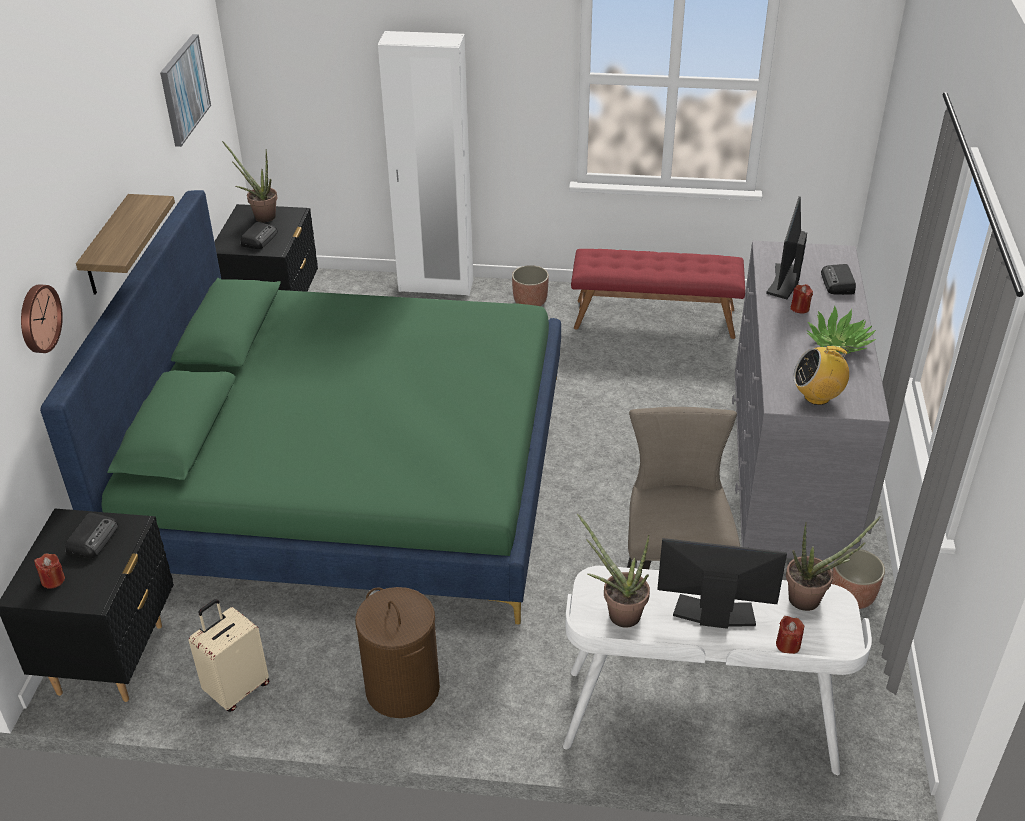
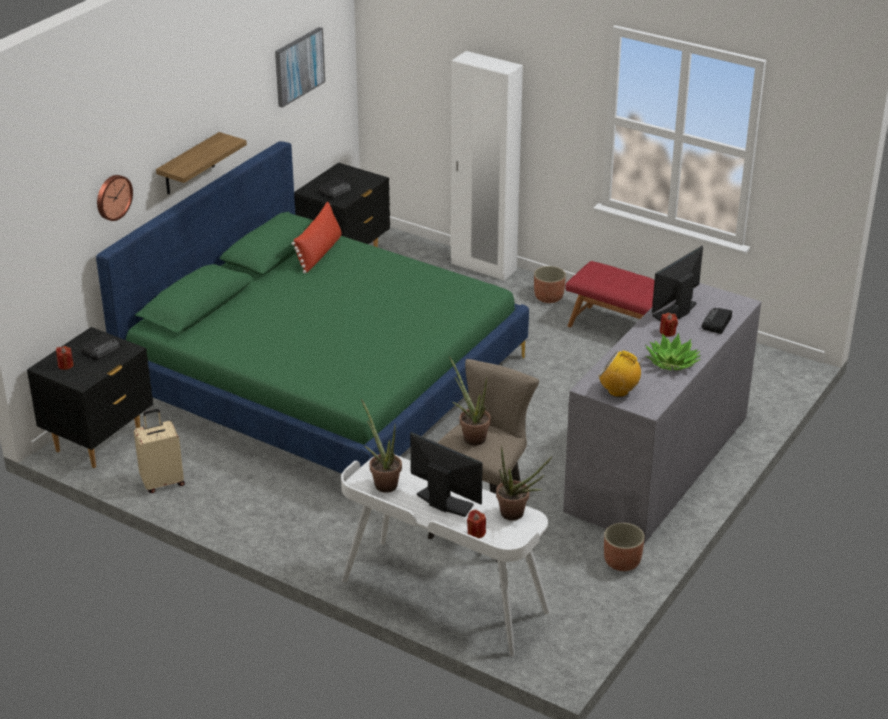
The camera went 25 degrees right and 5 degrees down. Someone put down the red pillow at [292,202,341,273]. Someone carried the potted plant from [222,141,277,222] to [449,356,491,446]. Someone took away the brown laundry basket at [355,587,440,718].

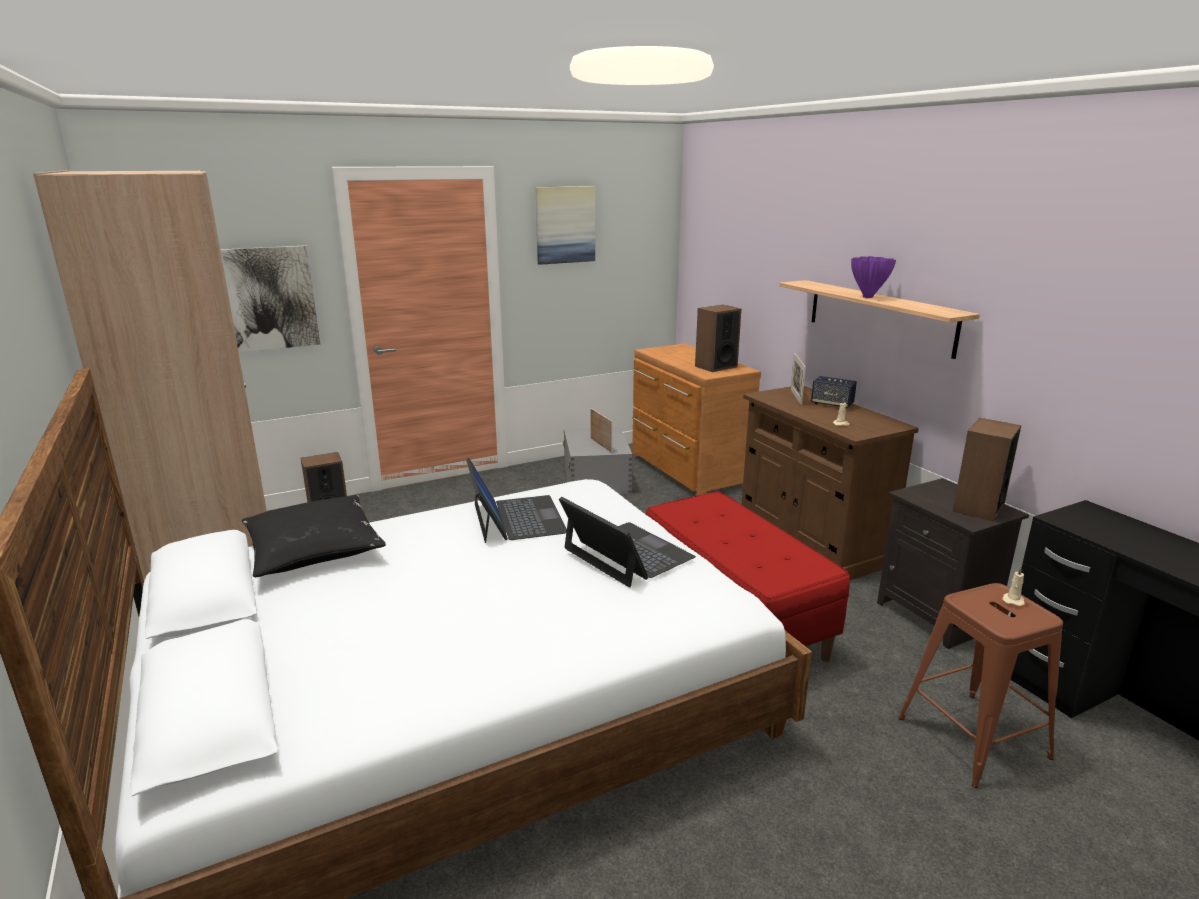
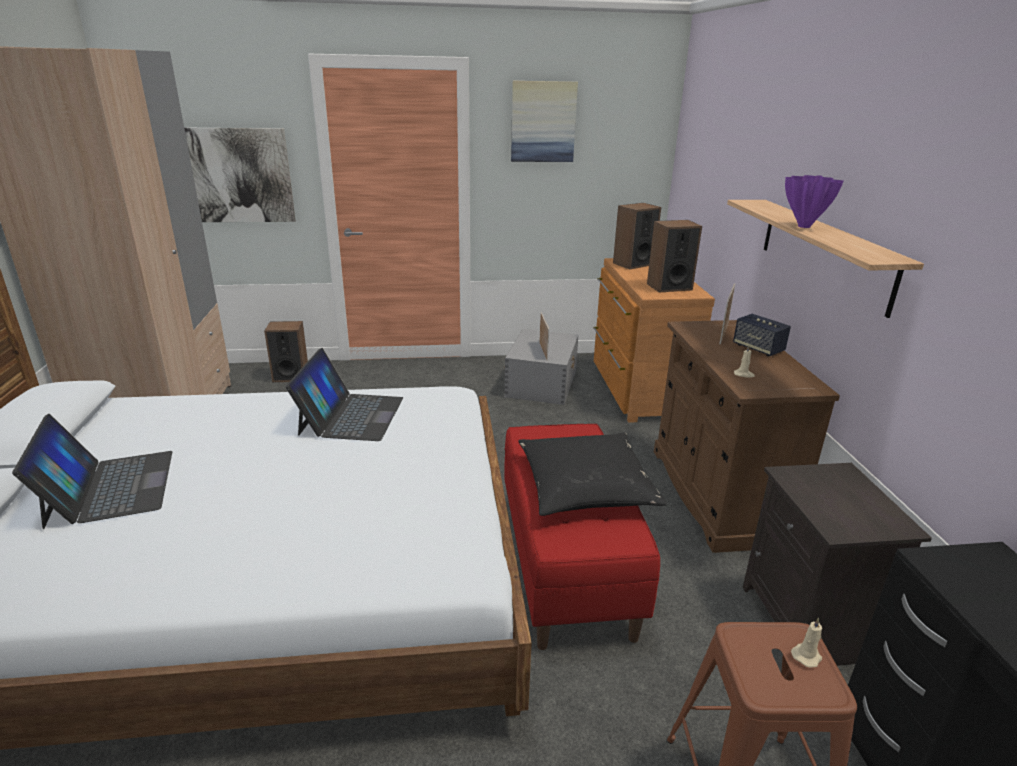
The camera went 20 degrees right and 5 degrees up. Someone carried the laptop from [559,497,696,587] to [12,414,172,529]. Someone carried the black pillow from [242,495,386,577] to [519,432,667,516]. Someone carried the speaker from [953,418,1021,522] to [613,203,661,269].

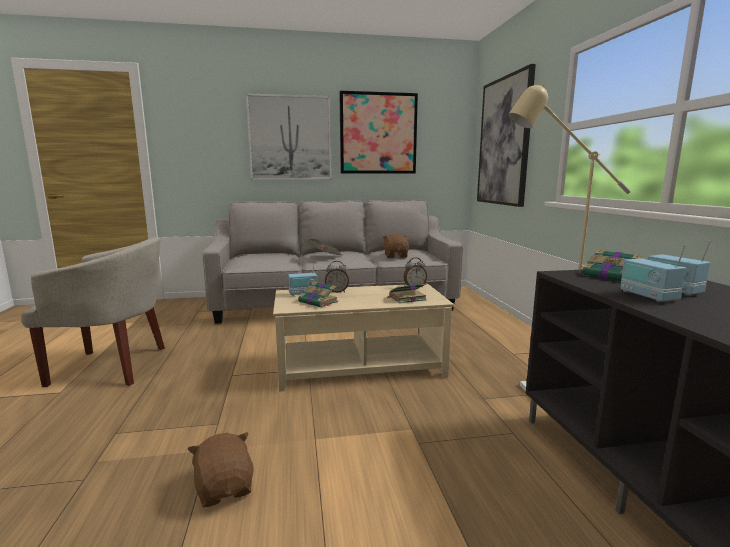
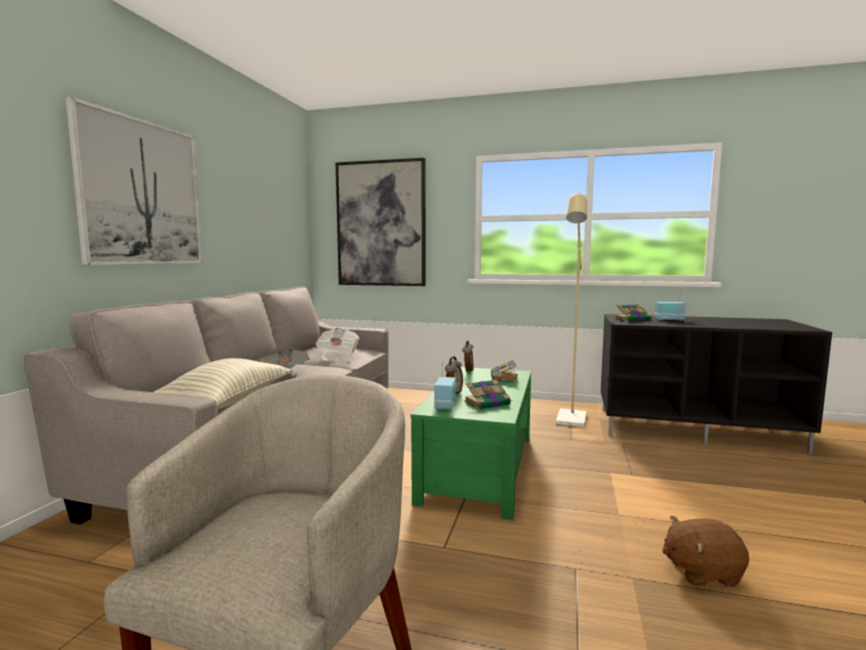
The camera went 65 degrees left and 5 degrees down. Someone put down the pillow at [154,358,291,409]. Someone swapped the brown plush toy at [382,234,409,258] for the newspaper at [315,327,359,361]. Someone repainted the beige coffee table at [273,284,454,392], which became the green coffee table at [410,367,531,520]. Someone took away the picture at [339,91,418,174]. Someone took away the radio at [620,244,686,303].

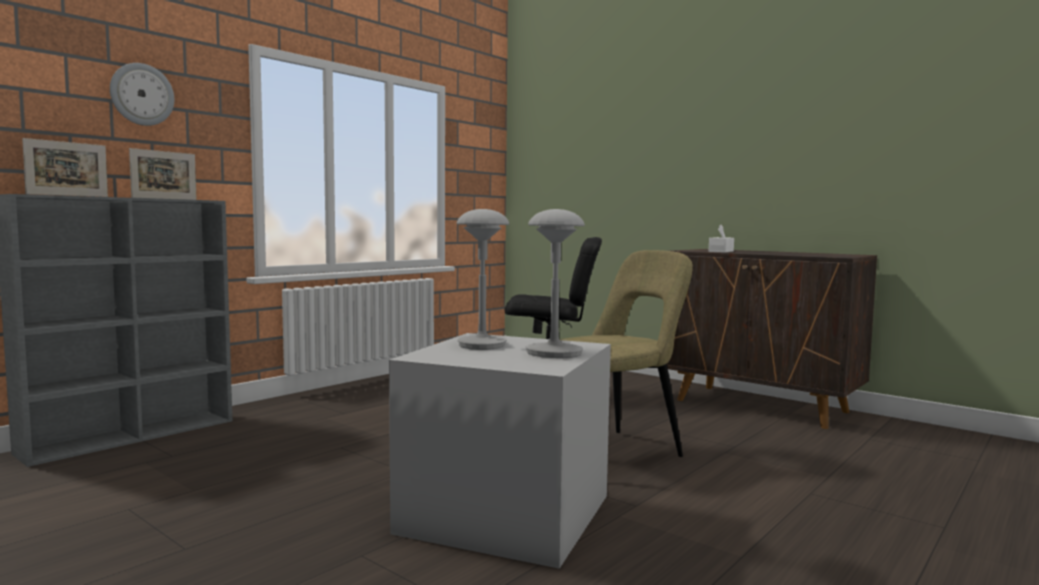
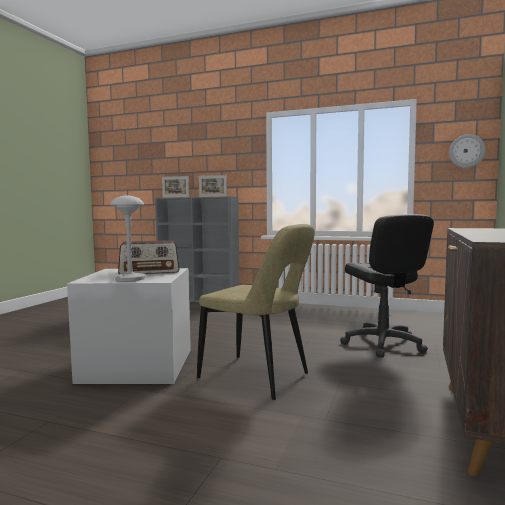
The camera went 70 degrees right and 0 degrees up. Someone swapped the grey table lamp at [457,209,509,350] for the radio at [118,240,179,274]. Someone carried the wall clock from [110,63,174,126] to [449,134,486,168]. Someone took away the white tissue box at [709,225,734,252].

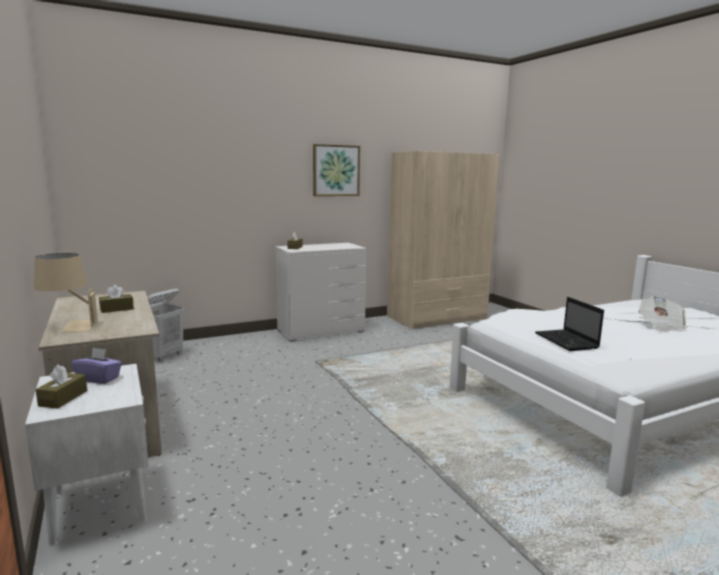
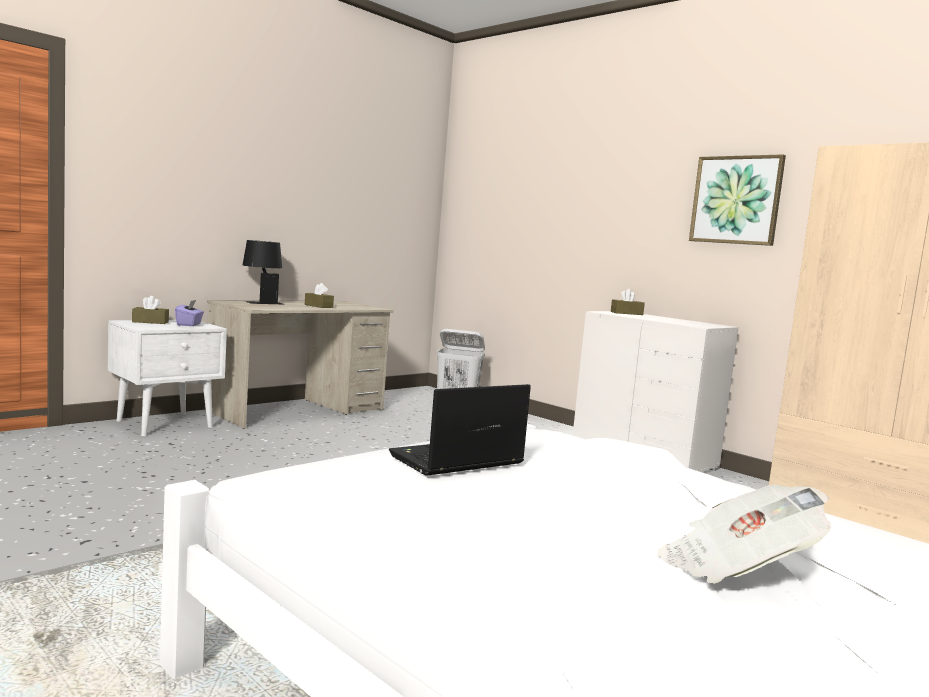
The camera went 70 degrees right and 5 degrees down. Someone repainted the beige table lamp at [34,253,98,332], which became the black table lamp at [242,240,282,304].

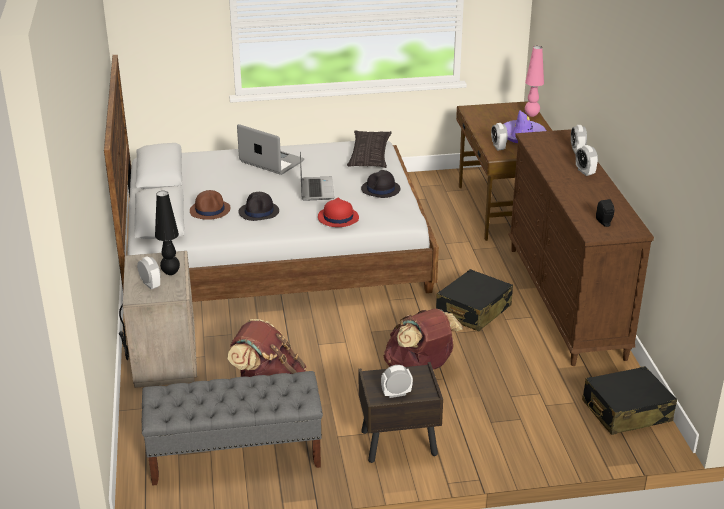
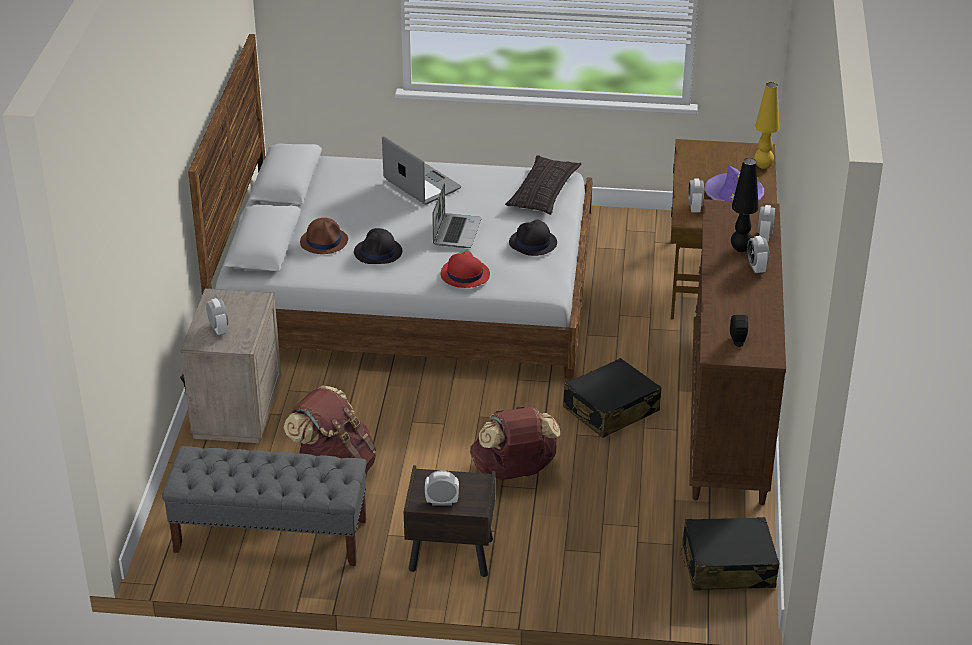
The camera went 15 degrees right and 5 degrees up. Someone carried the black table lamp from [155,191,180,275] to [731,158,759,252]. Someone repainted the pink table lamp at [525,46,544,117], which became the yellow table lamp at [754,82,779,169].

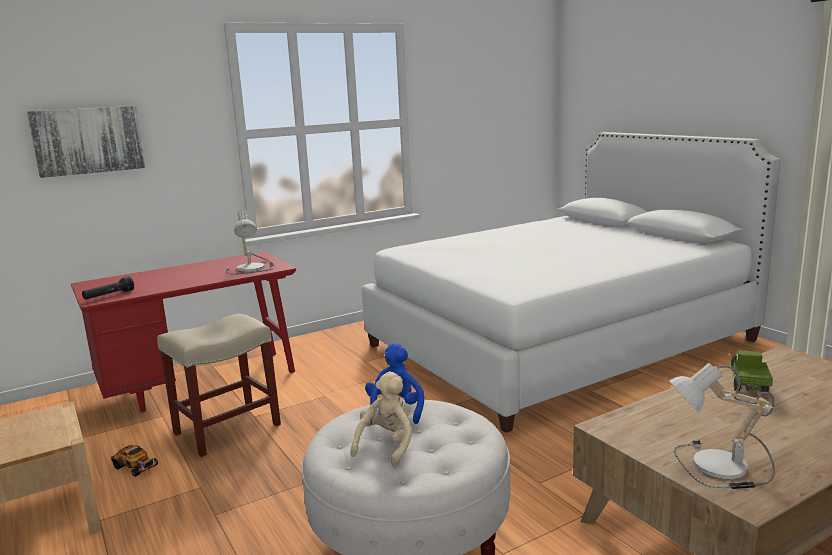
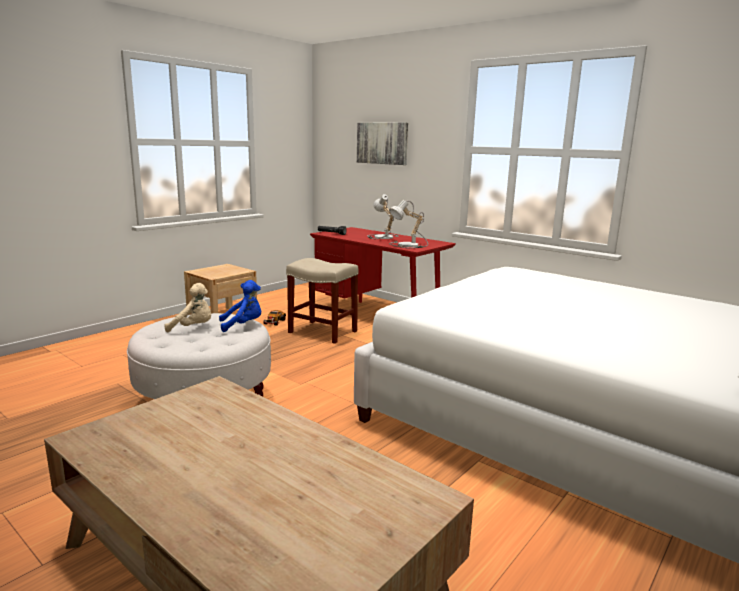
The camera went 70 degrees right and 0 degrees up. Someone carried the table lamp from [669,363,775,489] to [367,194,399,239]. Someone took away the toy truck at [730,351,773,392].

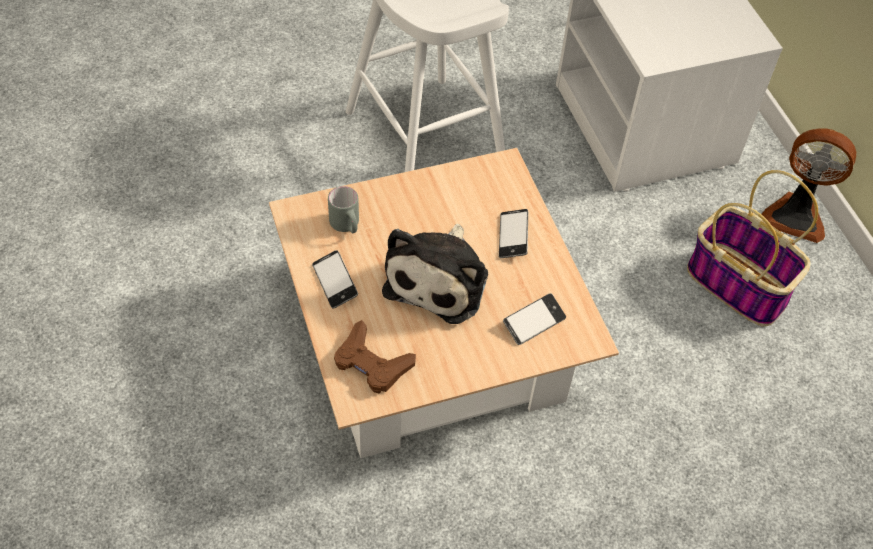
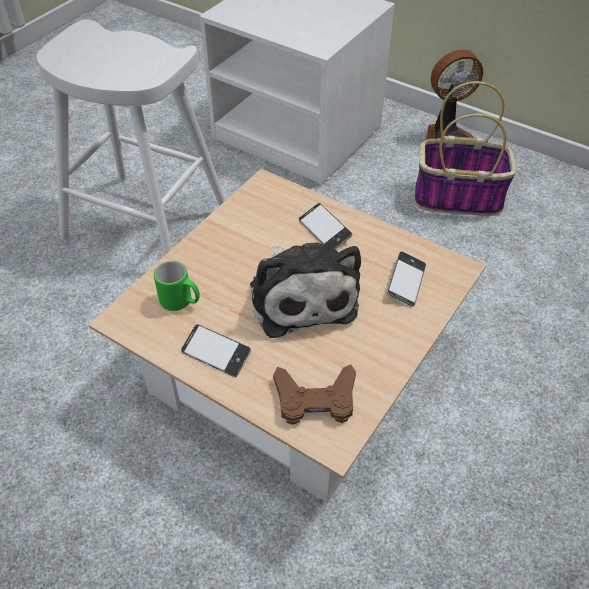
The camera went 35 degrees left and 5 degrees down. Someone repainted the grey mug at [328,186,359,233], which became the green mug at [154,261,200,311].

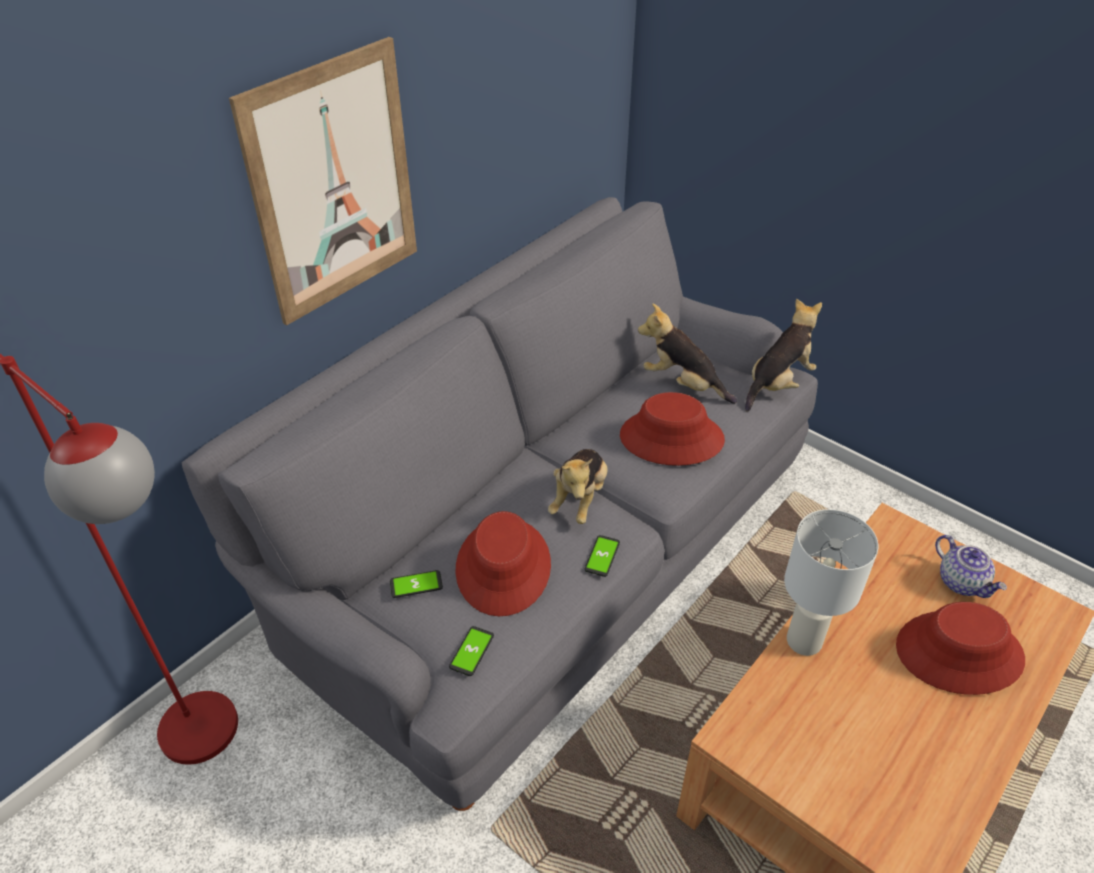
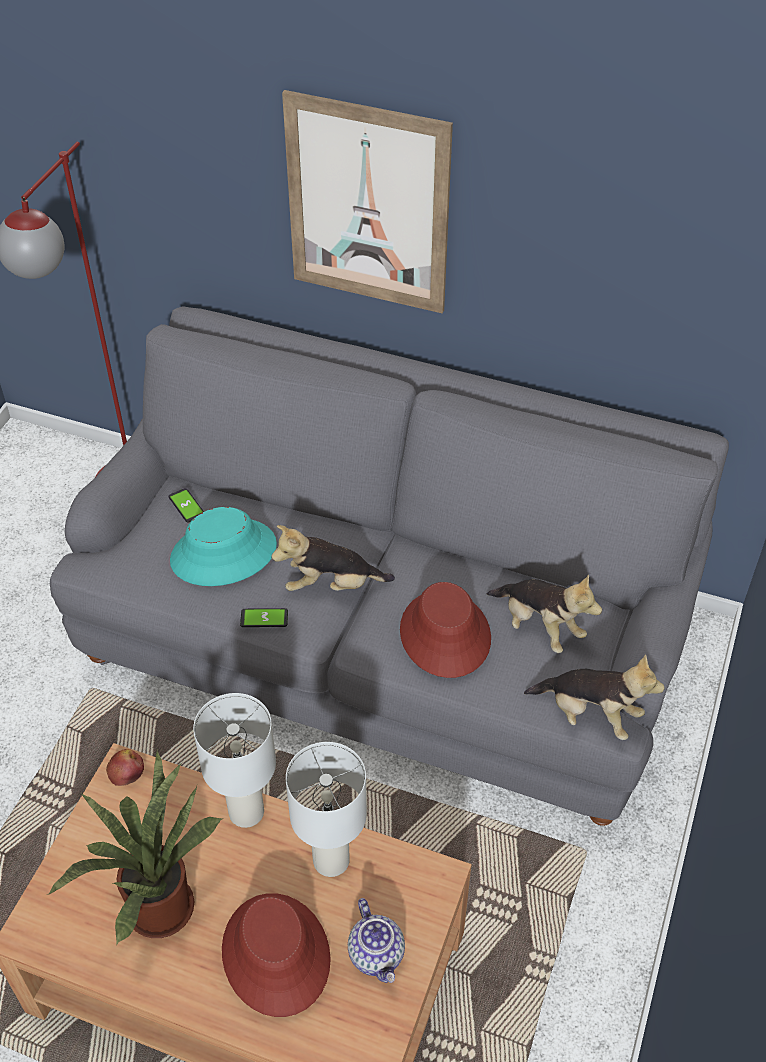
The camera went 70 degrees right and 5 degrees up. Someone put down the potted plant at [47,750,223,945]. Someone put down the apple at [106,749,144,786]. Someone repainted the red hat at [456,511,551,616], which became the turquoise hat at [170,507,277,586]. Someone put down the white table lamp at [286,742,367,877]. Someone rotated the teapot at [935,535,1007,598] by 60 degrees counterclockwise. Someone rotated the plush toy at [638,304,737,404] by 120 degrees clockwise. Someone took away the phone at [449,626,494,676].

